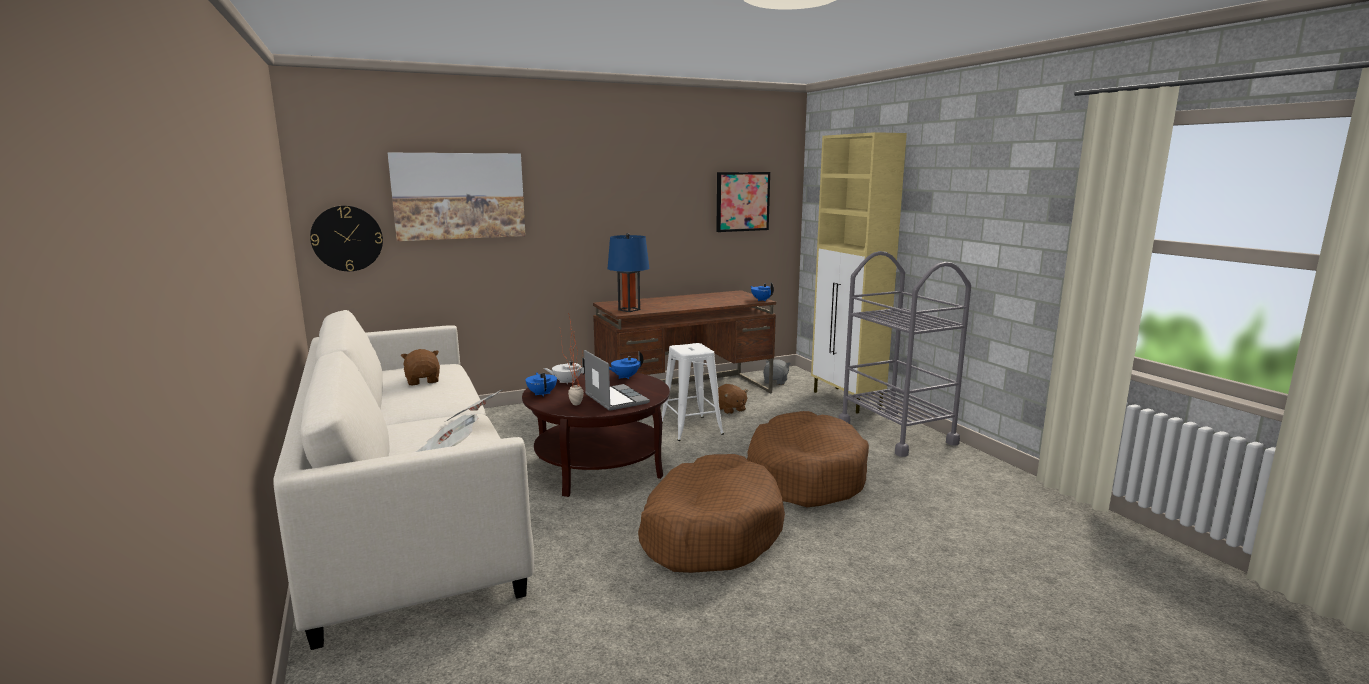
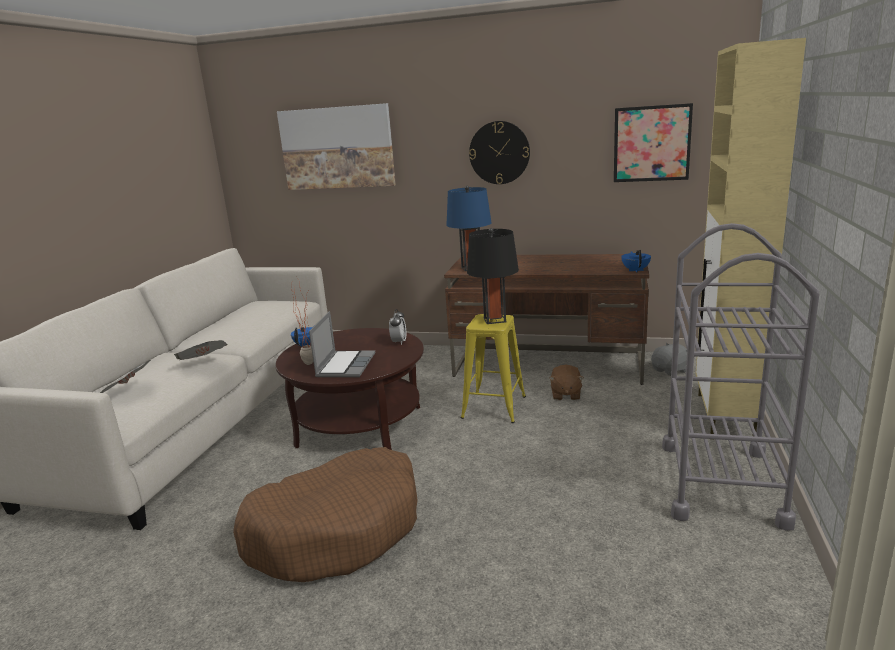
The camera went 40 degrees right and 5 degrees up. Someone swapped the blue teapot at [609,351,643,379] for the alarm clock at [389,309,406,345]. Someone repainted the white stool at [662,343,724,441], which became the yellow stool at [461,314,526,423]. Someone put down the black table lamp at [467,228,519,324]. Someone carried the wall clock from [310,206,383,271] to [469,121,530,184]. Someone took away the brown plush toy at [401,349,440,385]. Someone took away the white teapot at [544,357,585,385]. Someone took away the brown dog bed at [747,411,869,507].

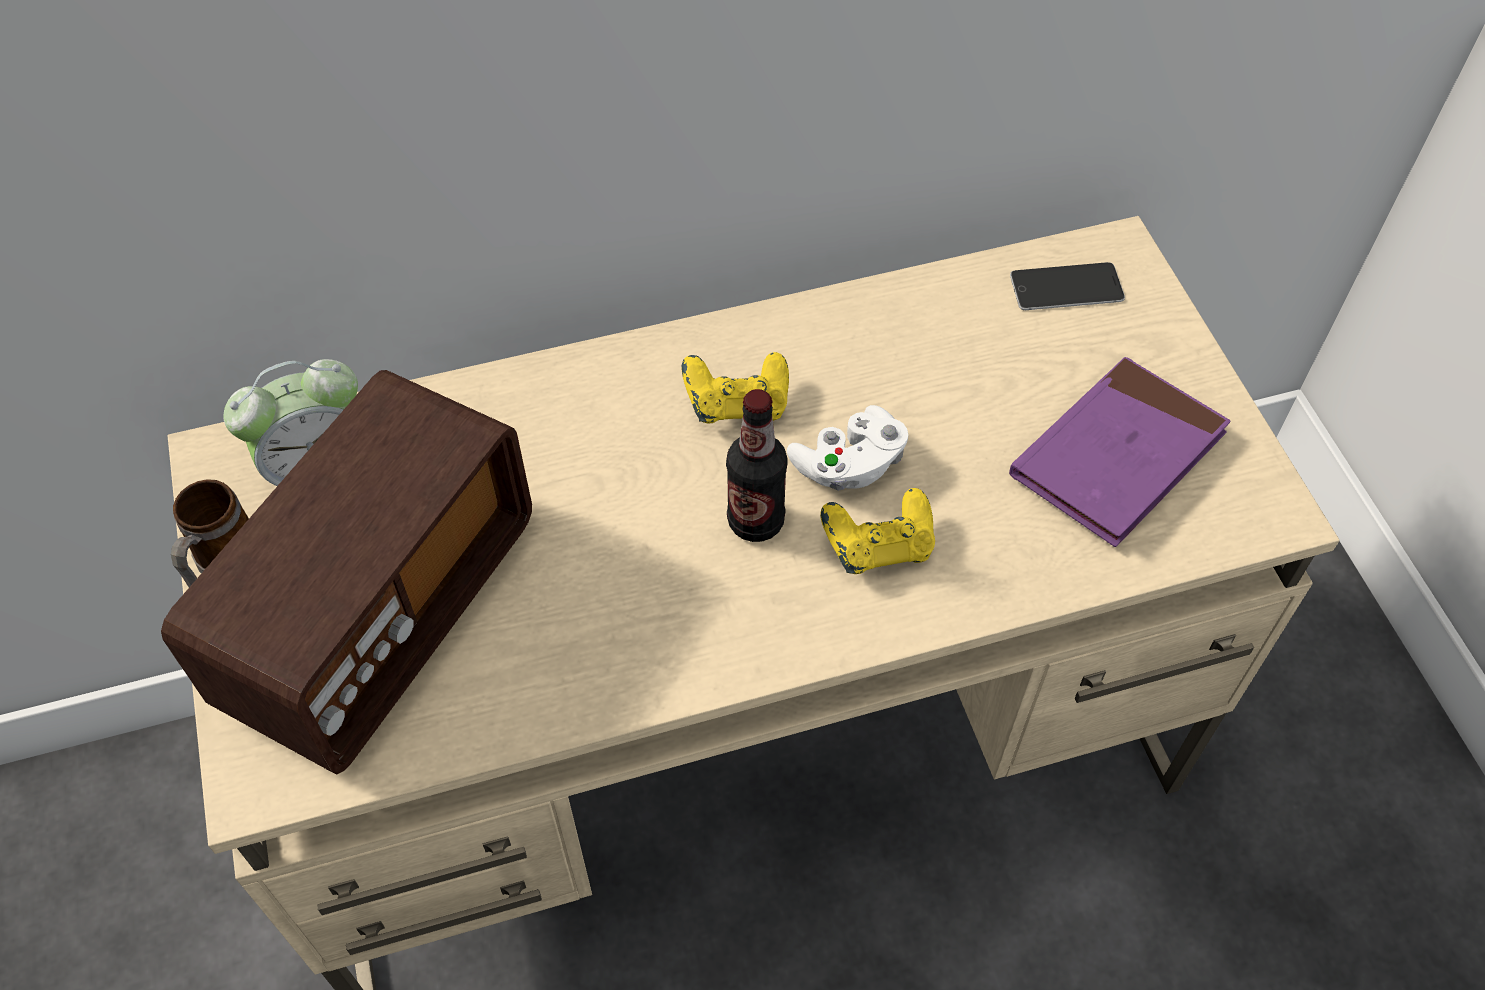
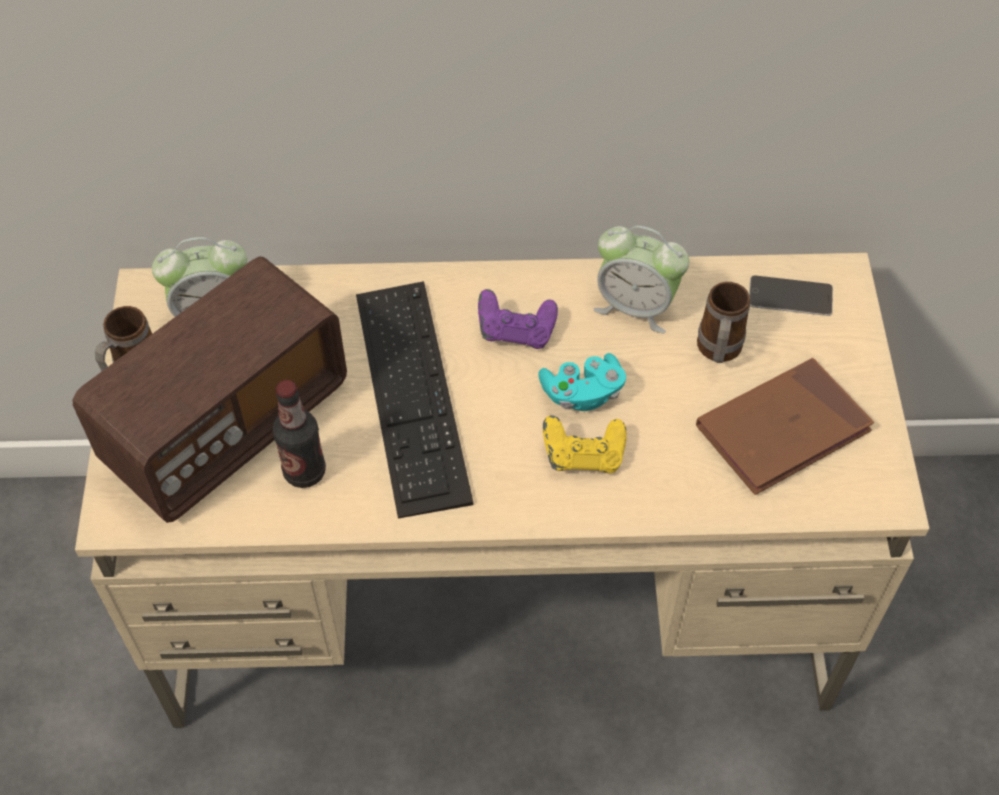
The camera went 15 degrees right and 0 degrees up. Someone carried the bottle from [726,389,788,542] to [272,380,326,488]. Someone put down the keyboard at [356,281,473,518]. Someone repainted the yellow game controller at [681,352,789,423], which became the purple game controller at [478,289,558,349]. Someone repainted the white game controller at [787,405,908,491], which became the turquoise game controller at [538,353,626,411]. Someone put down the alarm clock at [594,226,689,333]. Someone repainted the purple book at [1009,357,1231,547], which became the brown book at [696,358,874,495]. Someone put down the mug at [697,282,750,363].

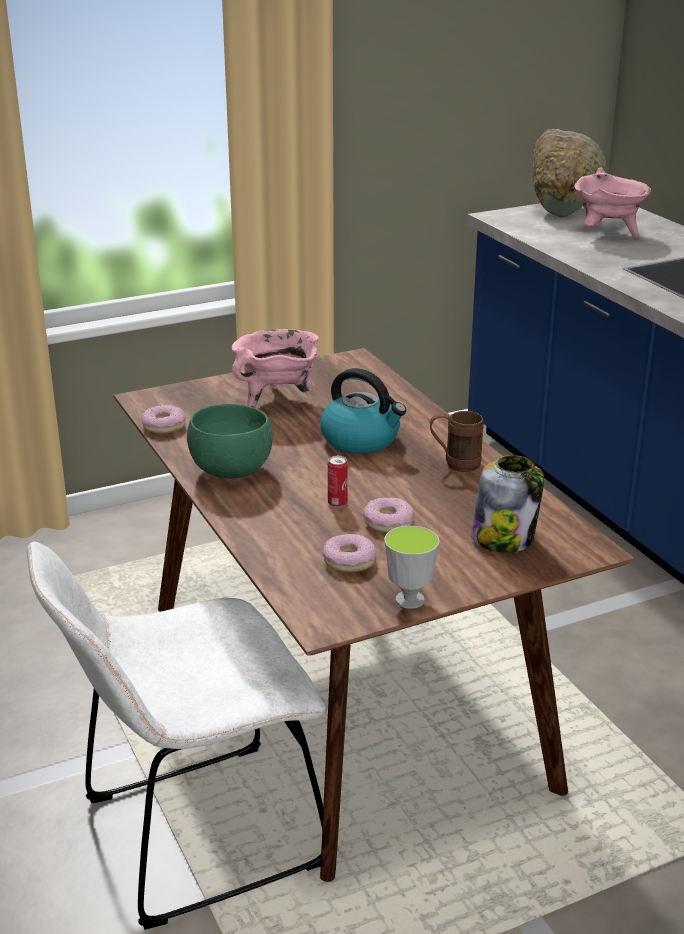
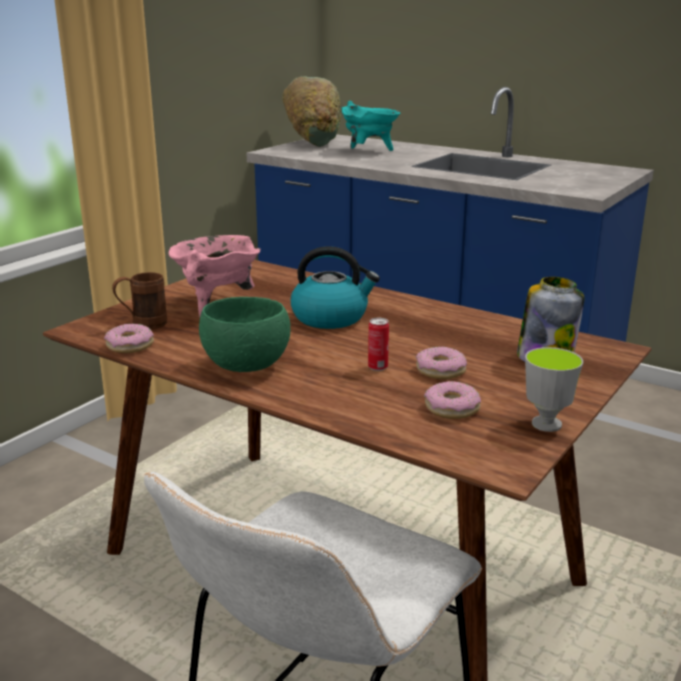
The camera went 30 degrees left and 5 degrees down. Someone carried the brown mug from [430,411,484,472] to [112,272,167,329]. Someone repainted the pink cooking pot at [574,167,651,238], which became the turquoise cooking pot at [341,101,400,151].

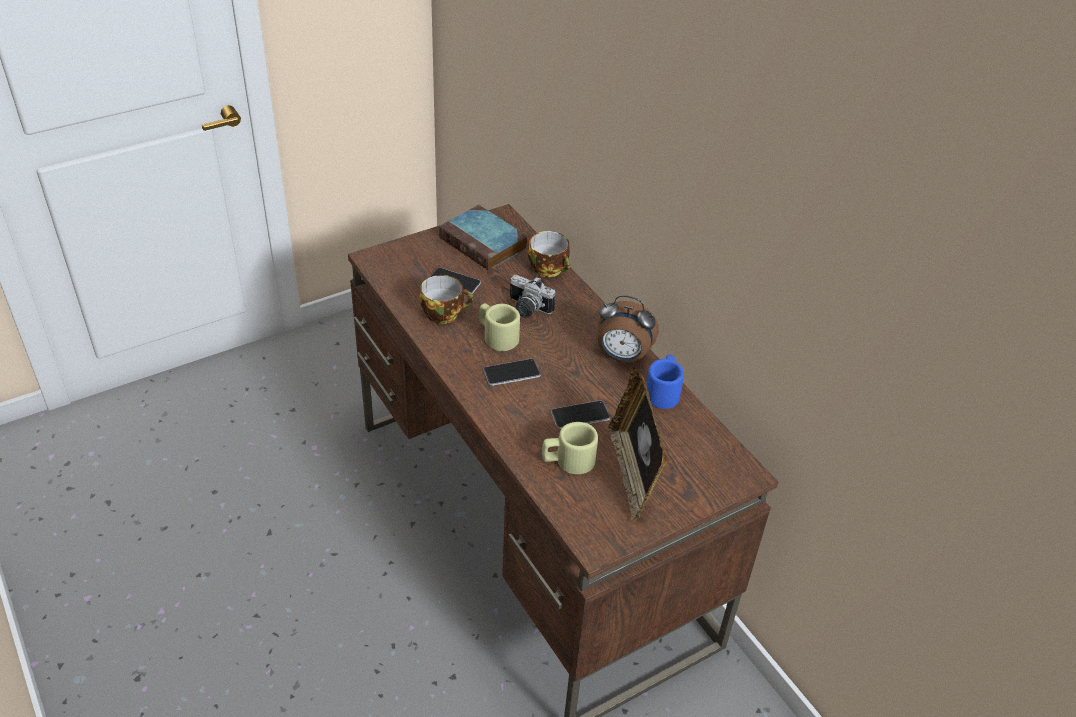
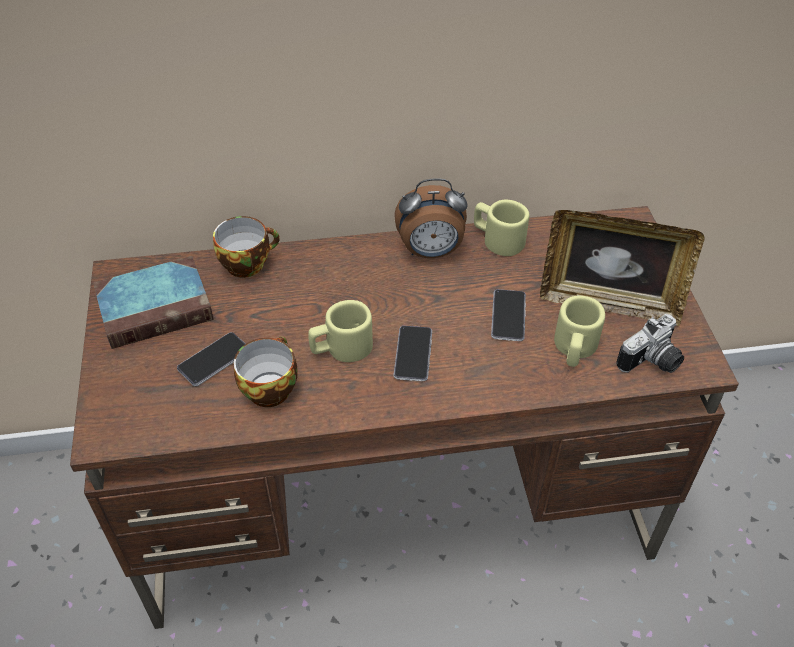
The camera went 65 degrees left and 5 degrees up. Someone rotated the alarm clock at [598,295,659,363] by 45 degrees clockwise. Someone repainted the blue mug at [646,355,684,409], which became the beige mug at [474,200,529,256]. Someone carried the photo camera from [510,275,555,318] to [617,314,684,373].

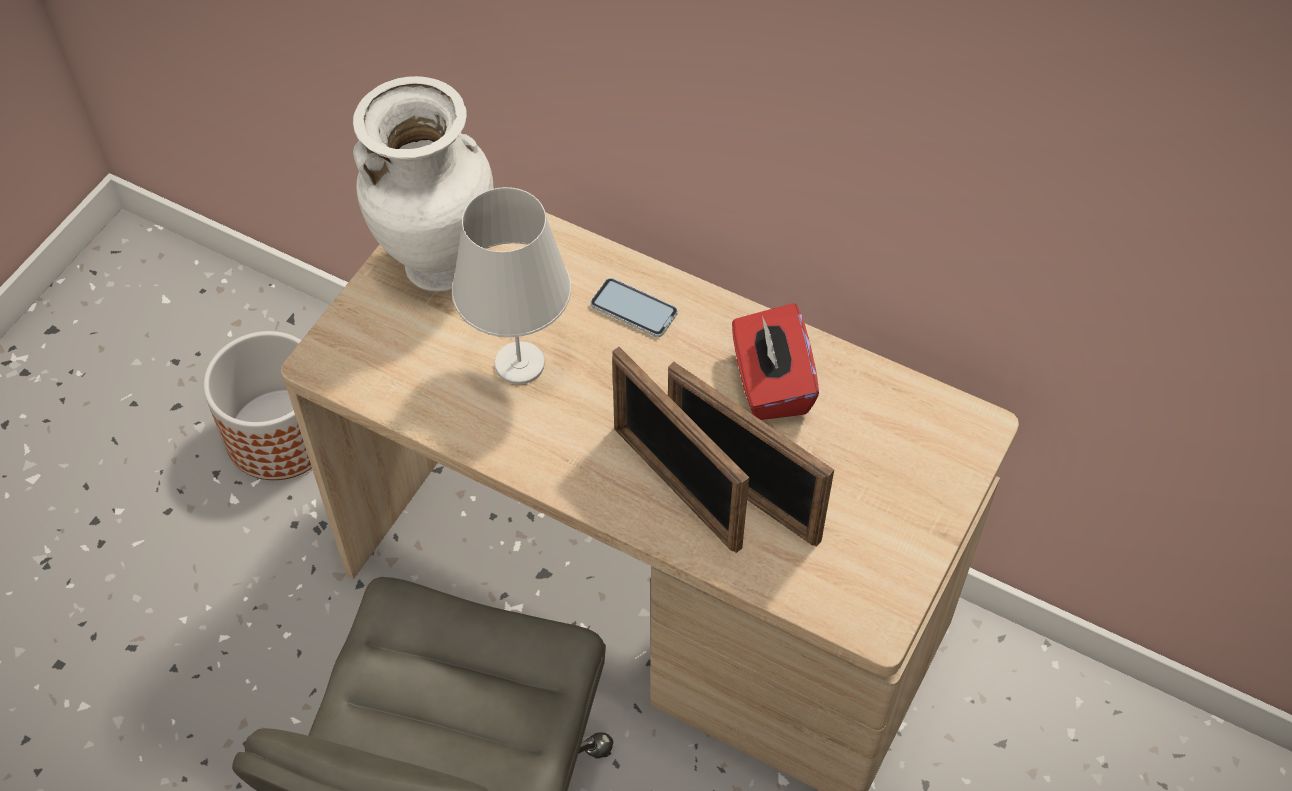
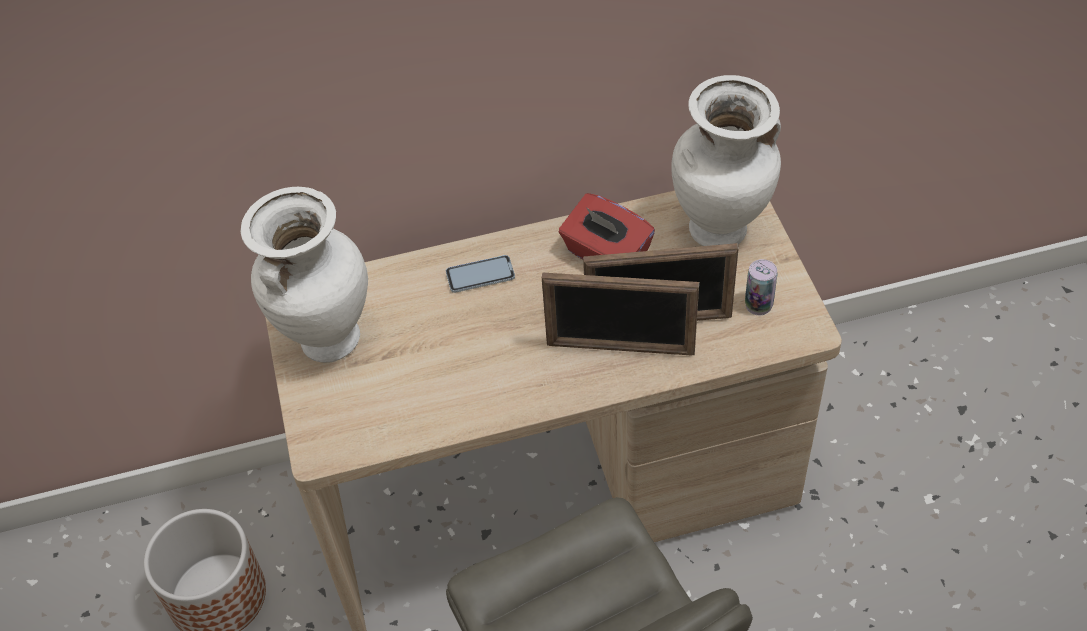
The camera went 40 degrees left and 5 degrees down. Someone put down the white vase at [671,75,781,246]. Someone put down the can at [745,259,777,315]. Someone took away the white table lamp at [452,187,571,385].

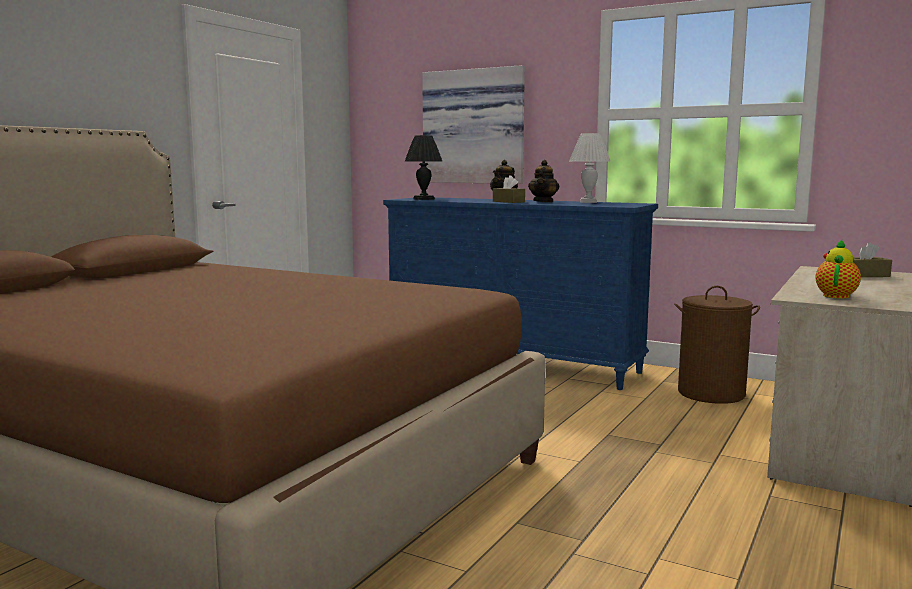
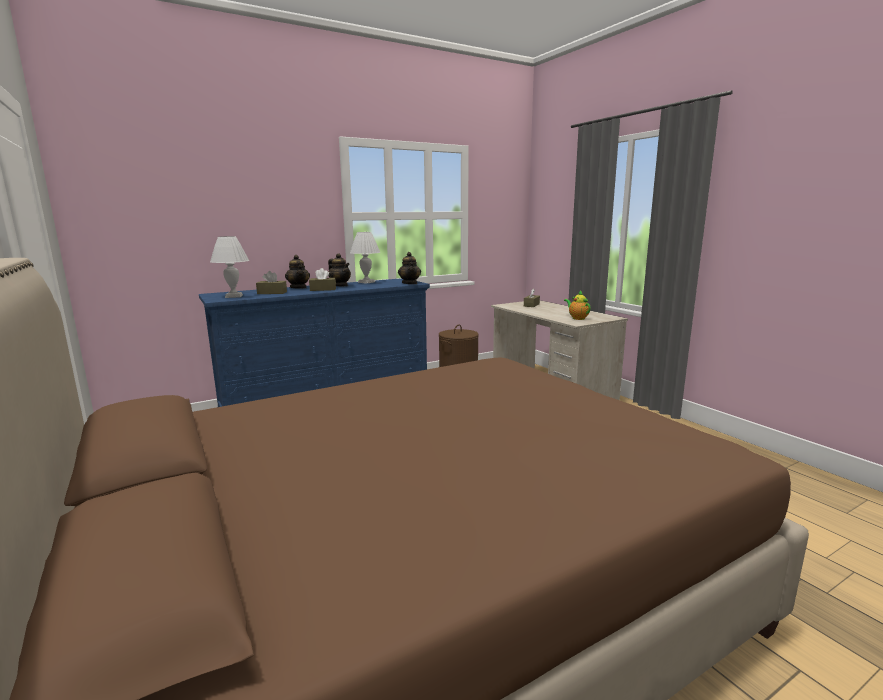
The camera went 60 degrees left and 5 degrees up. Someone repainted the black table lamp at [405,135,443,200], which became the white table lamp at [210,236,249,298]. Someone put down the brown tissue box at [256,271,287,294]. Someone put down the teapot at [398,252,421,284]. Someone took away the picture at [422,65,525,184].

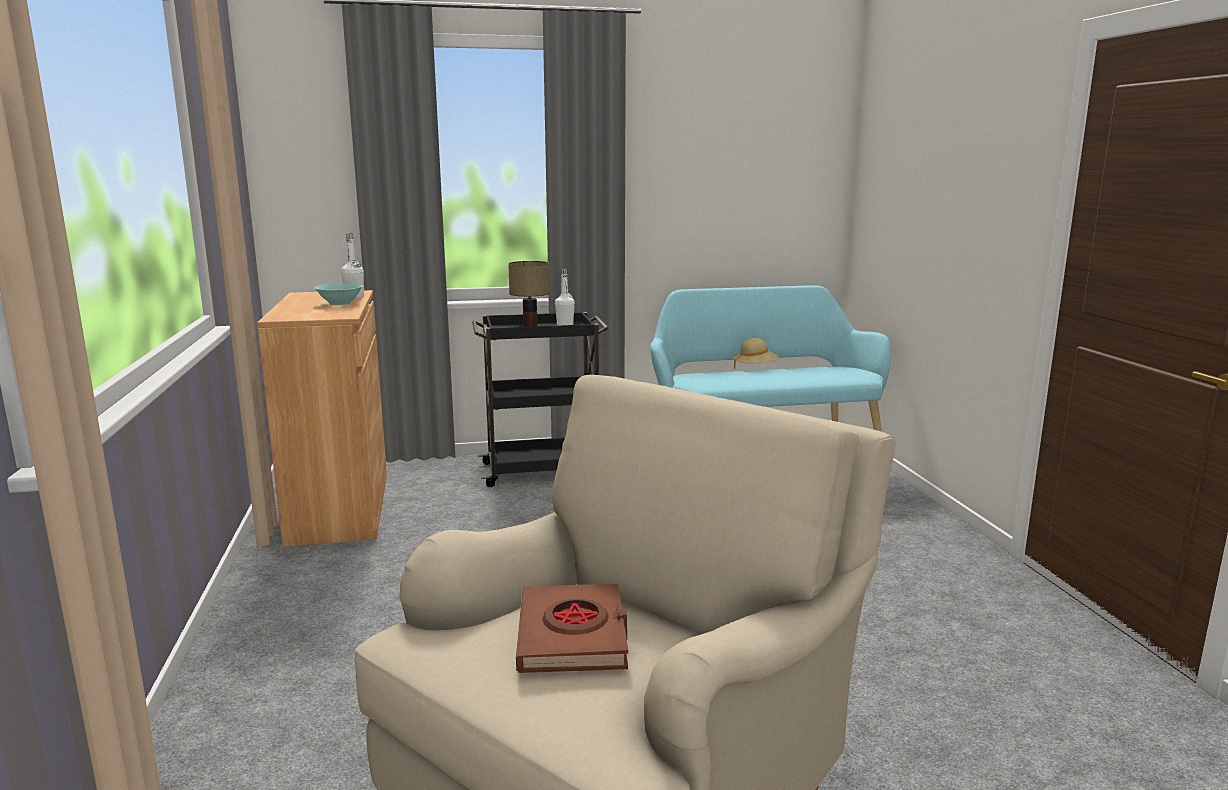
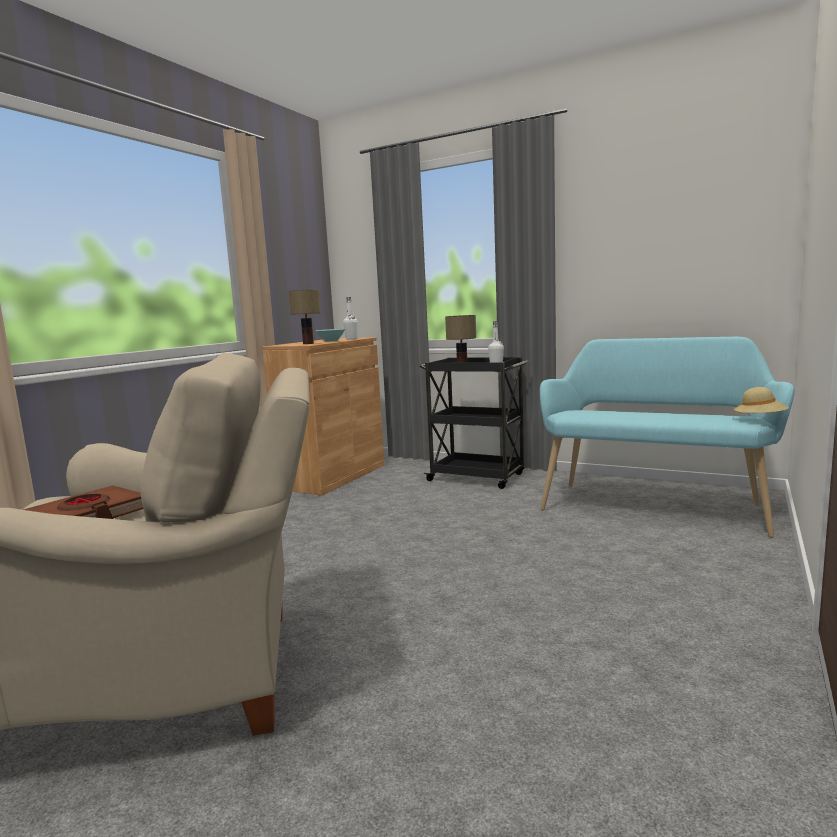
The camera went 40 degrees right and 5 degrees down. Someone put down the table lamp at [288,290,321,344]. Someone carried the beige hat from [734,338,778,369] to [733,387,789,413].

